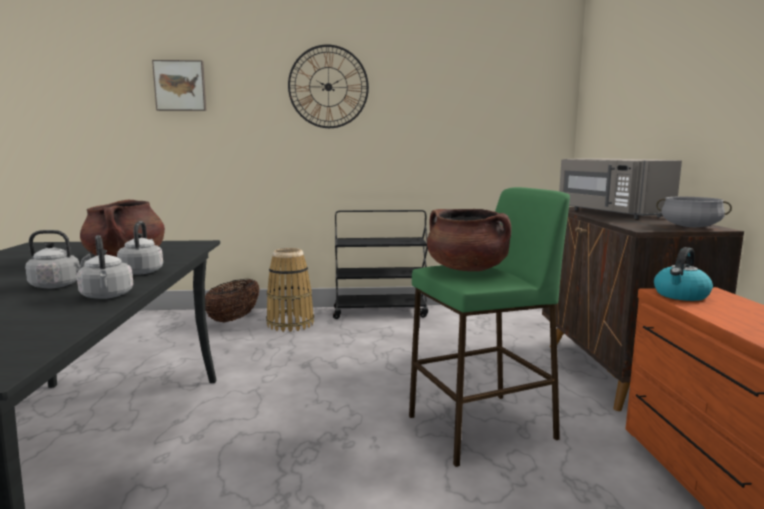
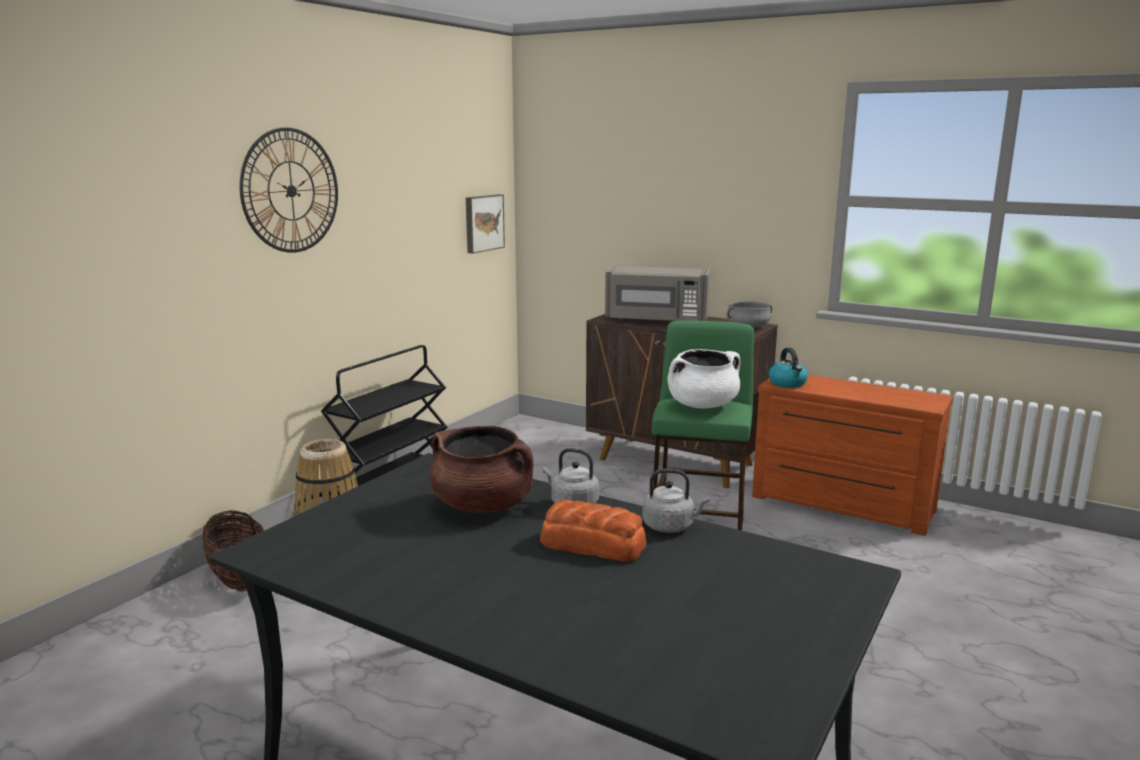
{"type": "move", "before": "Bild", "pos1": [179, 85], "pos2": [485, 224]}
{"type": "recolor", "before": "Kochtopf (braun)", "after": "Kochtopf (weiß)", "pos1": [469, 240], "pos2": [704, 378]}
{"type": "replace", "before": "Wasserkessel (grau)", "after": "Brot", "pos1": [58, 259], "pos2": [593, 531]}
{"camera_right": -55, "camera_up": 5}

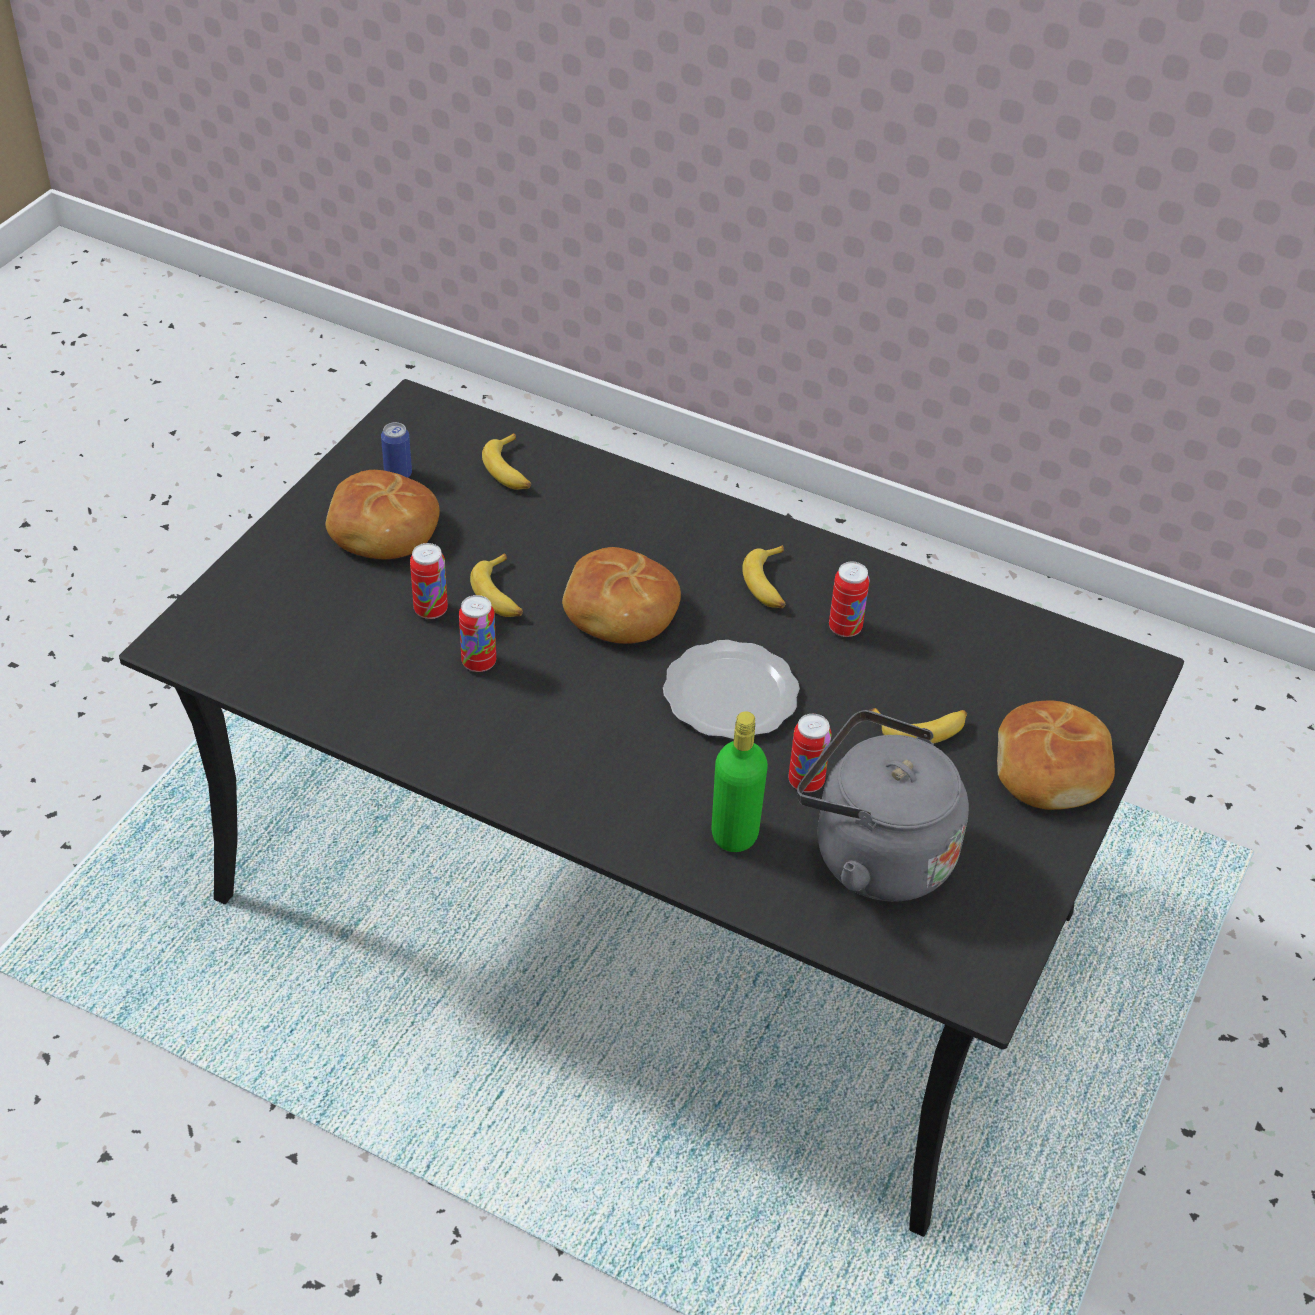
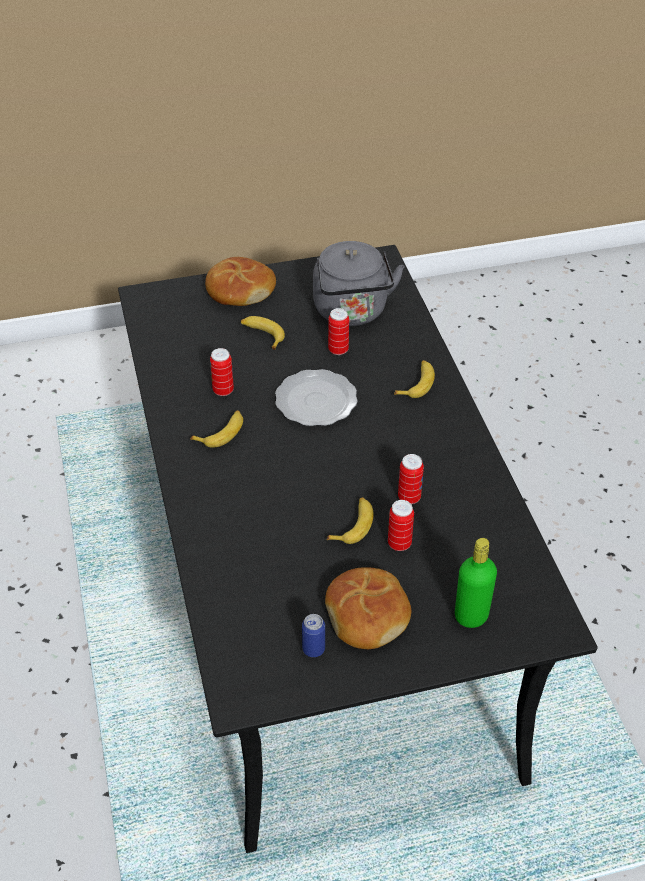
{"type": "move", "before": "Banane", "pos1": [506, 461], "pos2": [414, 379]}
{"type": "delete", "before": "Brot", "pos1": [621, 595]}
{"type": "move", "before": "Flasche (grün)", "pos1": [739, 781], "pos2": [476, 583]}
{"camera_right": -130, "camera_up": 0}

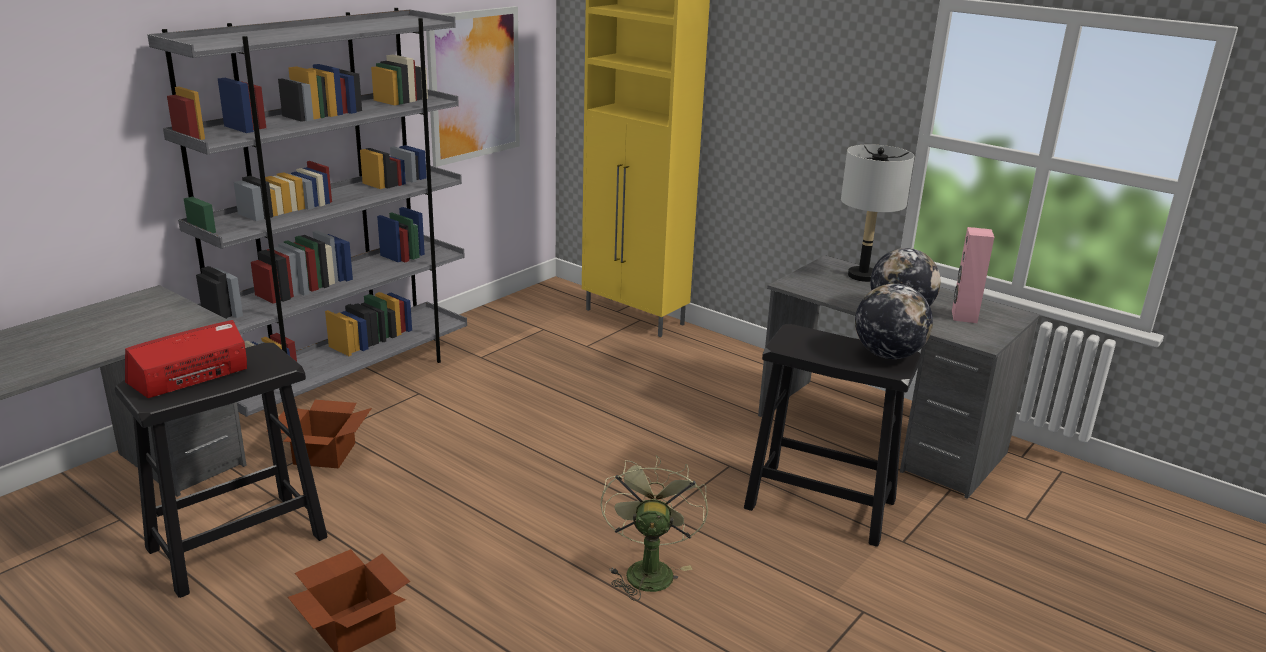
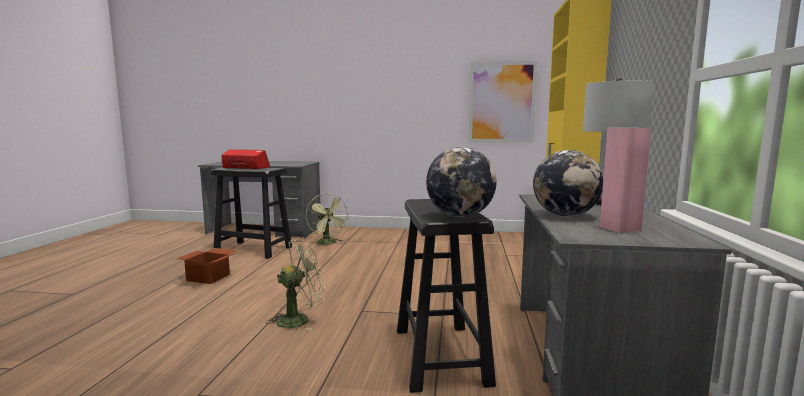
{"type": "delete", "before": "Bücherregal (grau)", "pos1": [307, 212]}
{"type": "replace", "before": "Karton", "after": "Ventilator (grün)", "pos1": [319, 434], "pos2": [327, 219]}
{"camera_right": 60, "camera_up": -15}

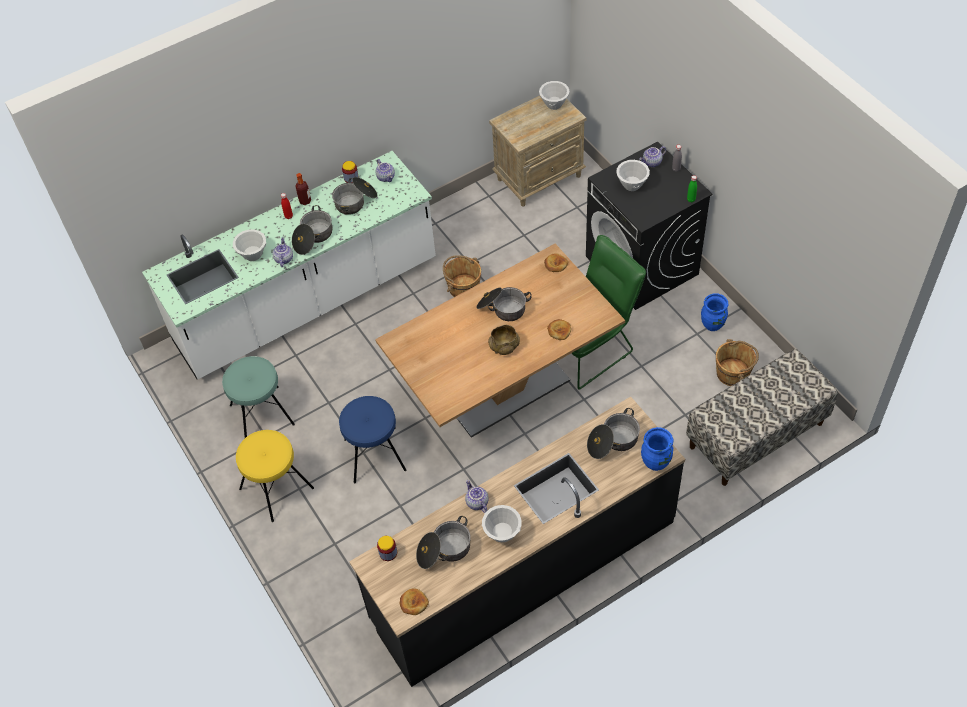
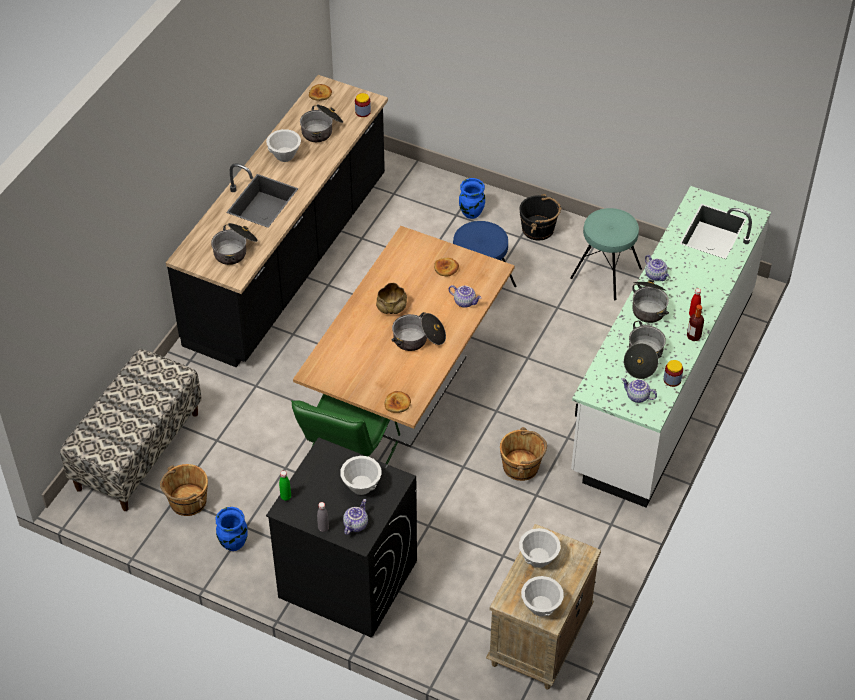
{"type": "move", "before": "Schüssel (weiß)", "pos1": [249, 245], "pos2": [539, 548]}
{"type": "move", "before": "Brot", "pos1": [559, 329], "pos2": [446, 267]}
{"type": "move", "before": "Vase (blau)", "pos1": [657, 449], "pos2": [472, 198]}
{"type": "replace", "before": "Hocker (gelb)", "after": "Eimer (schwarz)", "pos1": [275, 476], "pos2": [540, 217]}
{"type": "move", "before": "Teekanne", "pos1": [477, 496], "pos2": [465, 296]}
{"camera_right": 145, "camera_up": -5}

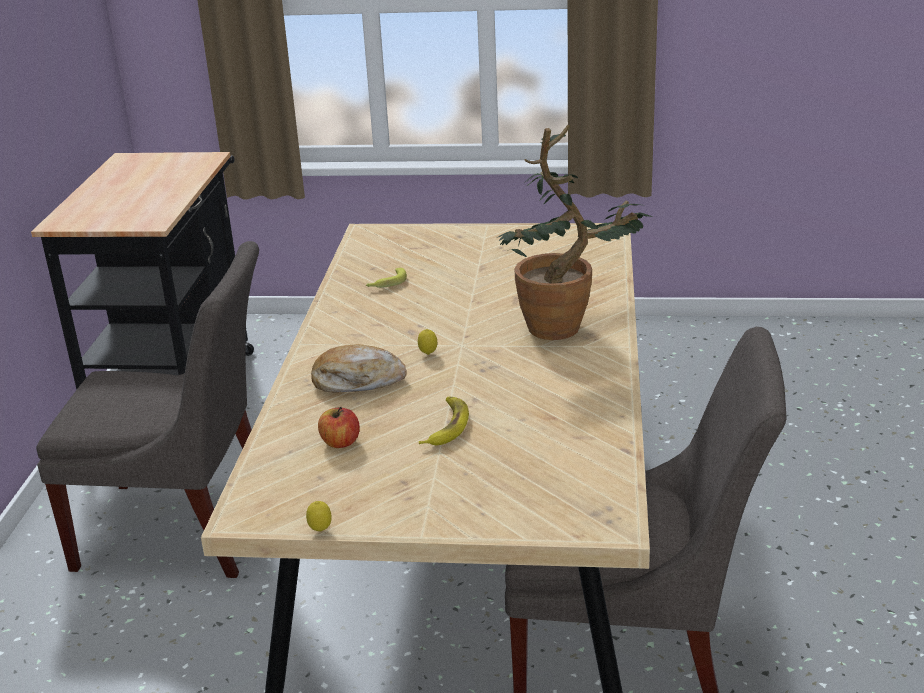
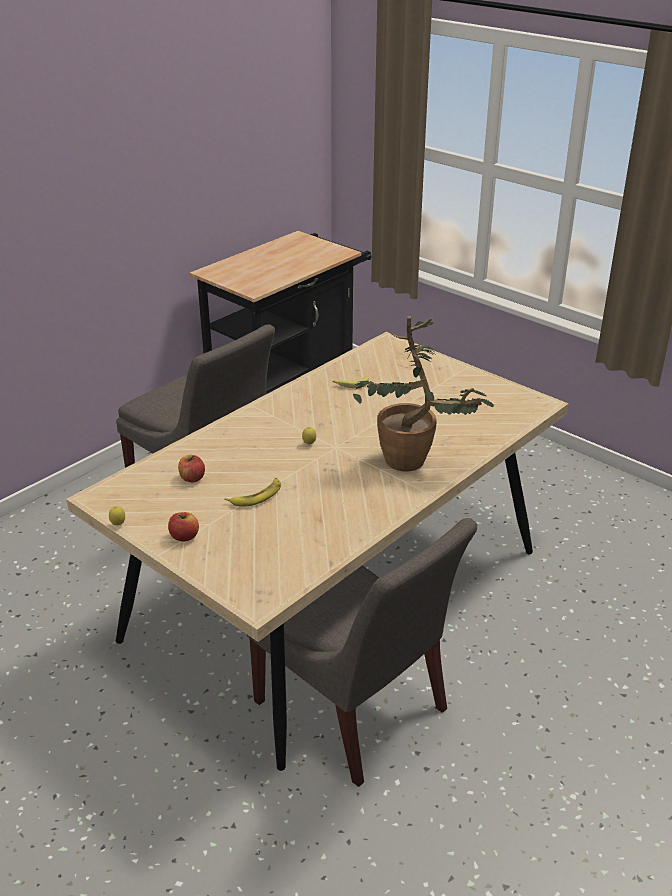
{"type": "delete", "before": "Brot", "pos1": [359, 368]}
{"type": "insert", "after": "Apfel", "pos2": [183, 526]}
{"camera_right": 35, "camera_up": 5}

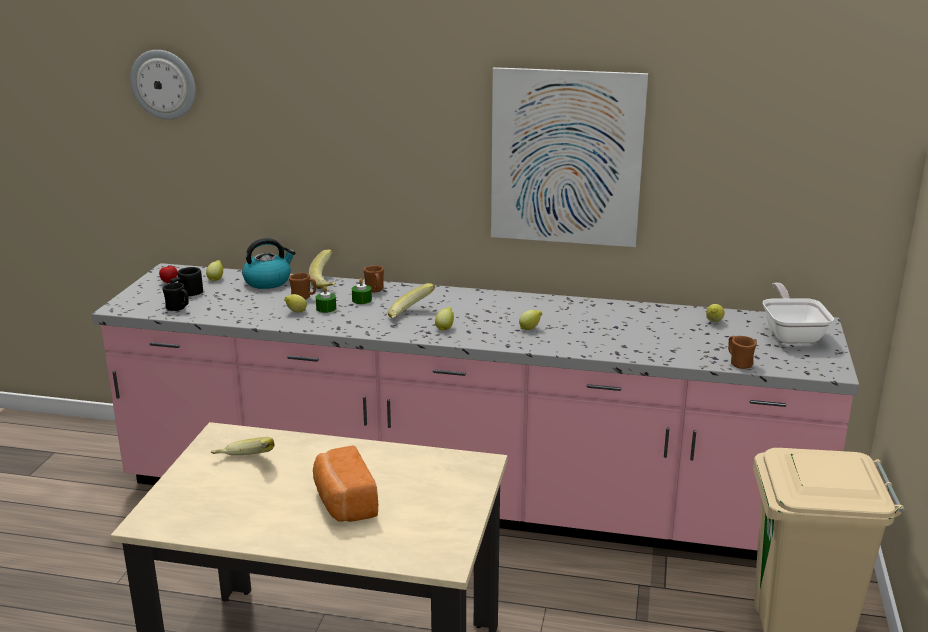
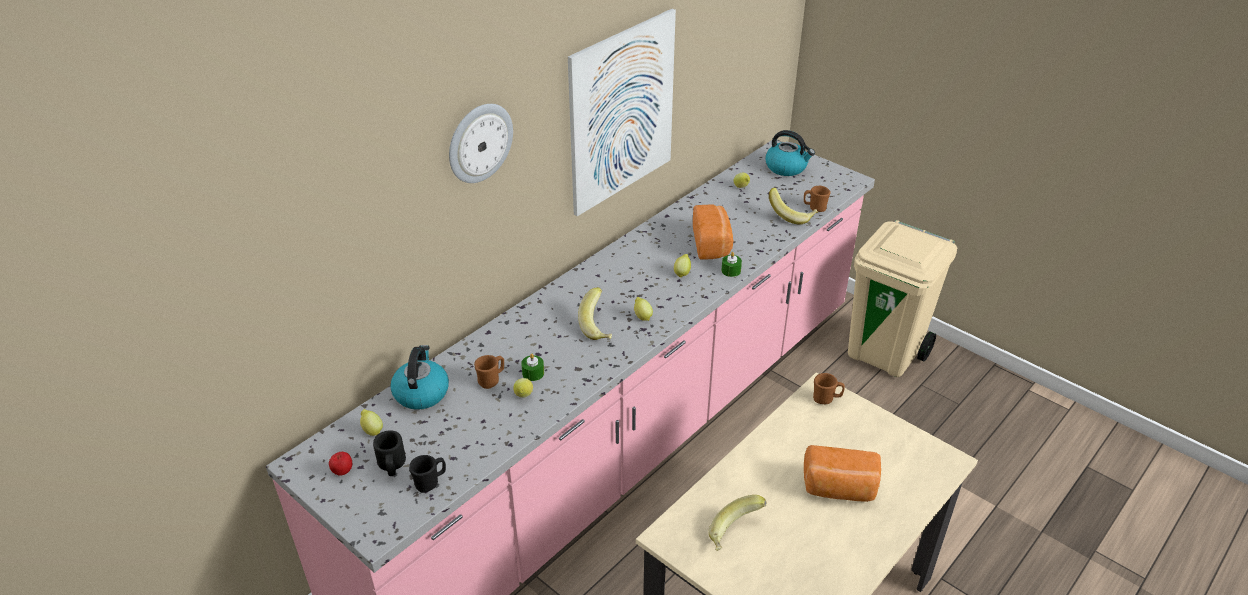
{"type": "move", "before": "Wanduhr", "pos1": [163, 85], "pos2": [481, 143]}
{"type": "move", "before": "Banane", "pos1": [322, 269], "pos2": [793, 206]}
{"type": "move", "before": "Henkelbecher (braun)", "pos1": [373, 279], "pos2": [829, 388]}
{"type": "move", "before": "Kerze (grün)", "pos1": [362, 291], "pos2": [731, 264]}
{"type": "replace", "before": "Pfanne", "after": "Wasserkessel", "pos1": [798, 313], "pos2": [790, 153]}
{"type": "insert", "after": "Brot", "pos2": [713, 232]}
{"camera_right": -60, "camera_up": 15}

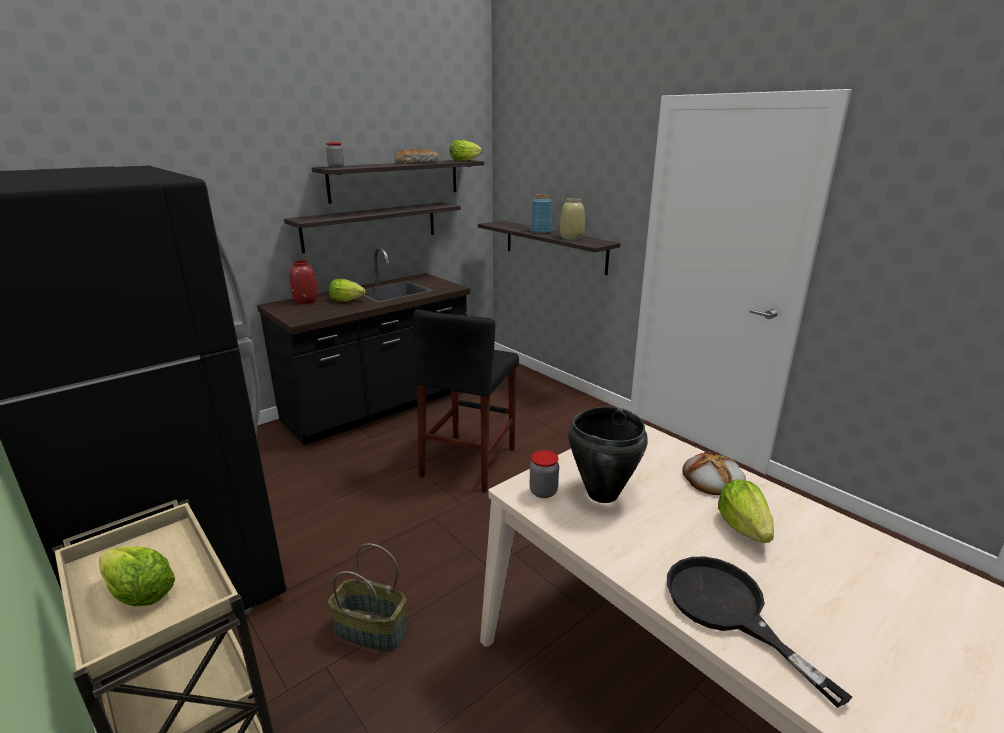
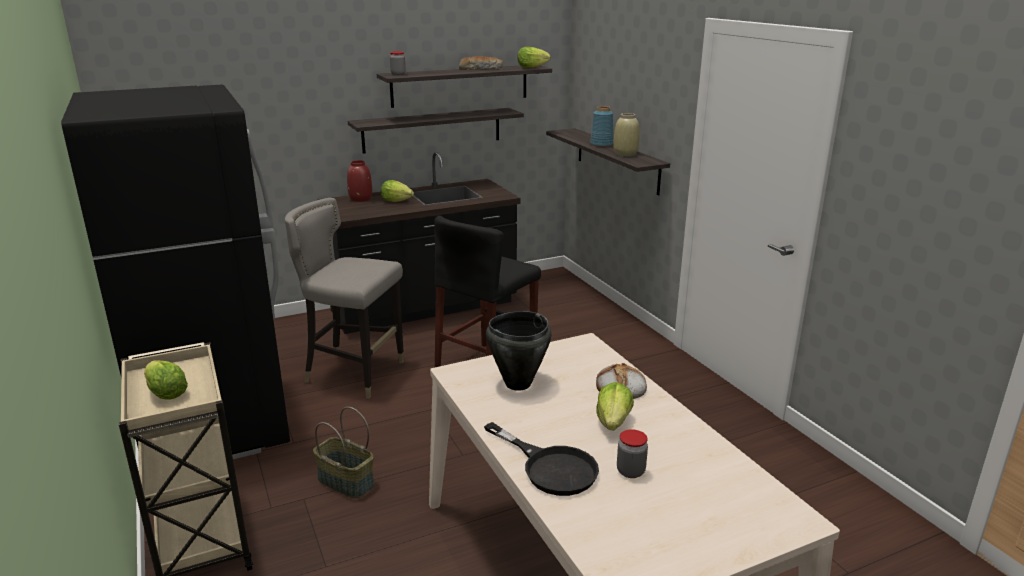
{"type": "move", "before": "Vorratsglas", "pos1": [544, 474], "pos2": [632, 453]}
{"type": "rotate", "before": "Pfanne (schwarz)", "pos1": [759, 632], "pos2": [541, 459], "turn": 150}
{"type": "insert", "after": "Hocker (grau)", "pos2": [344, 298]}
{"camera_right": 15, "camera_up": 0}

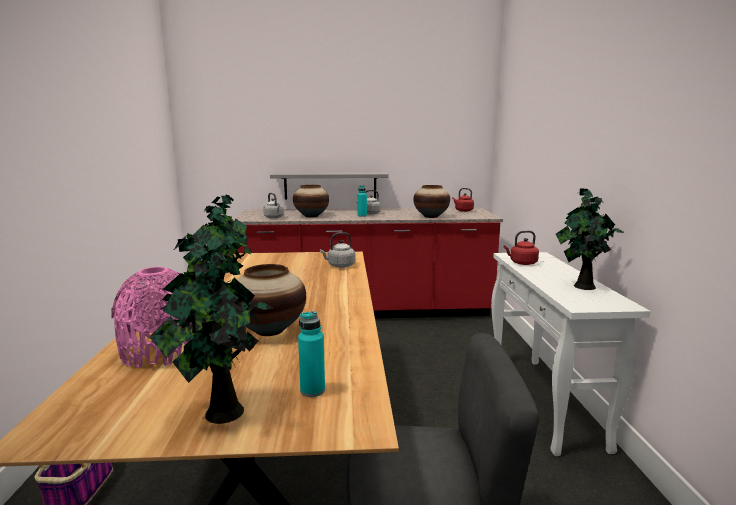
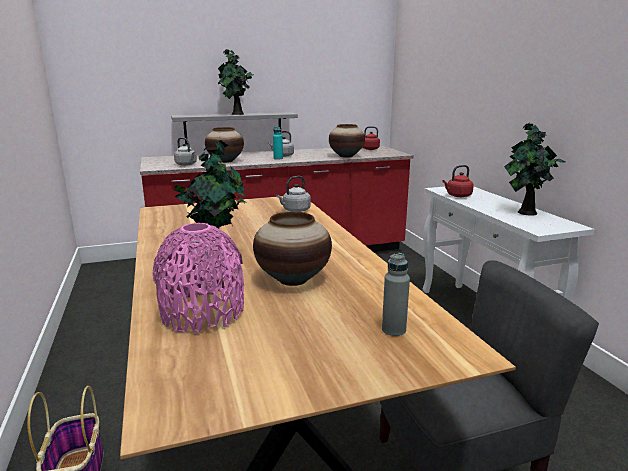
{"type": "move", "before": "Topfpflanze", "pos1": [212, 329], "pos2": [235, 82]}
{"type": "recolor", "before": "Flasche (türkis)", "after": "Flasche (grau)", "pos1": [311, 354], "pos2": [396, 294]}
{"camera_right": -15, "camera_up": 5}

